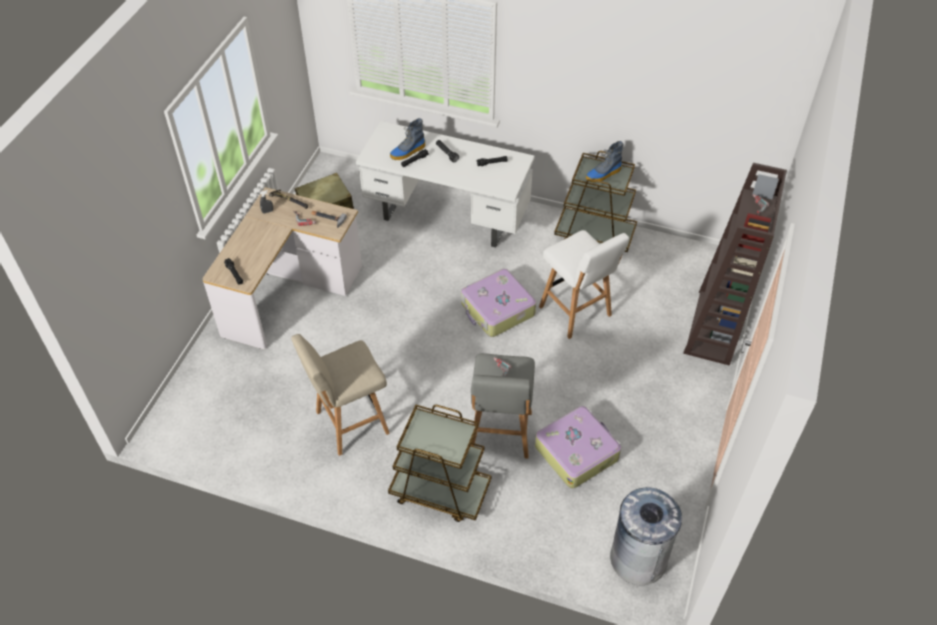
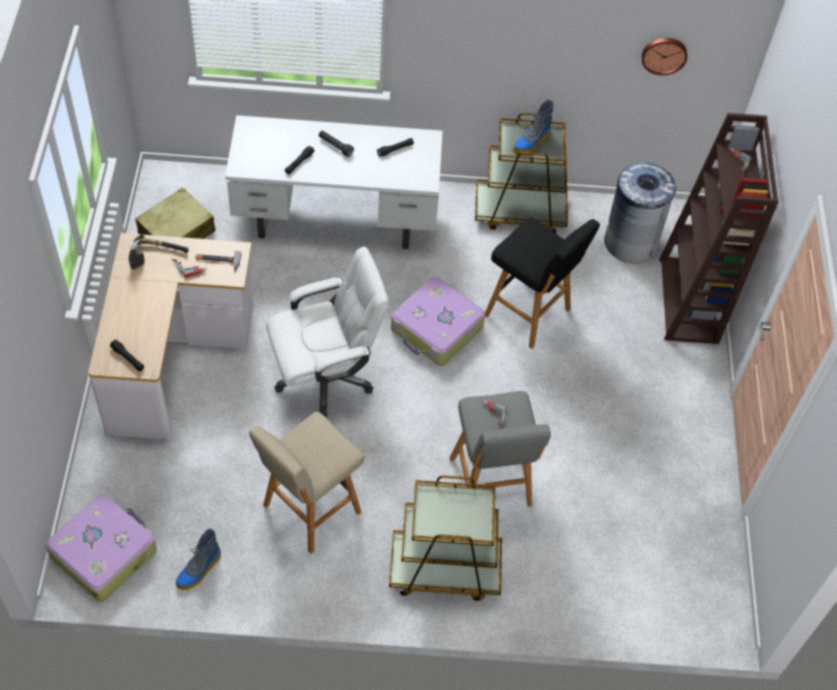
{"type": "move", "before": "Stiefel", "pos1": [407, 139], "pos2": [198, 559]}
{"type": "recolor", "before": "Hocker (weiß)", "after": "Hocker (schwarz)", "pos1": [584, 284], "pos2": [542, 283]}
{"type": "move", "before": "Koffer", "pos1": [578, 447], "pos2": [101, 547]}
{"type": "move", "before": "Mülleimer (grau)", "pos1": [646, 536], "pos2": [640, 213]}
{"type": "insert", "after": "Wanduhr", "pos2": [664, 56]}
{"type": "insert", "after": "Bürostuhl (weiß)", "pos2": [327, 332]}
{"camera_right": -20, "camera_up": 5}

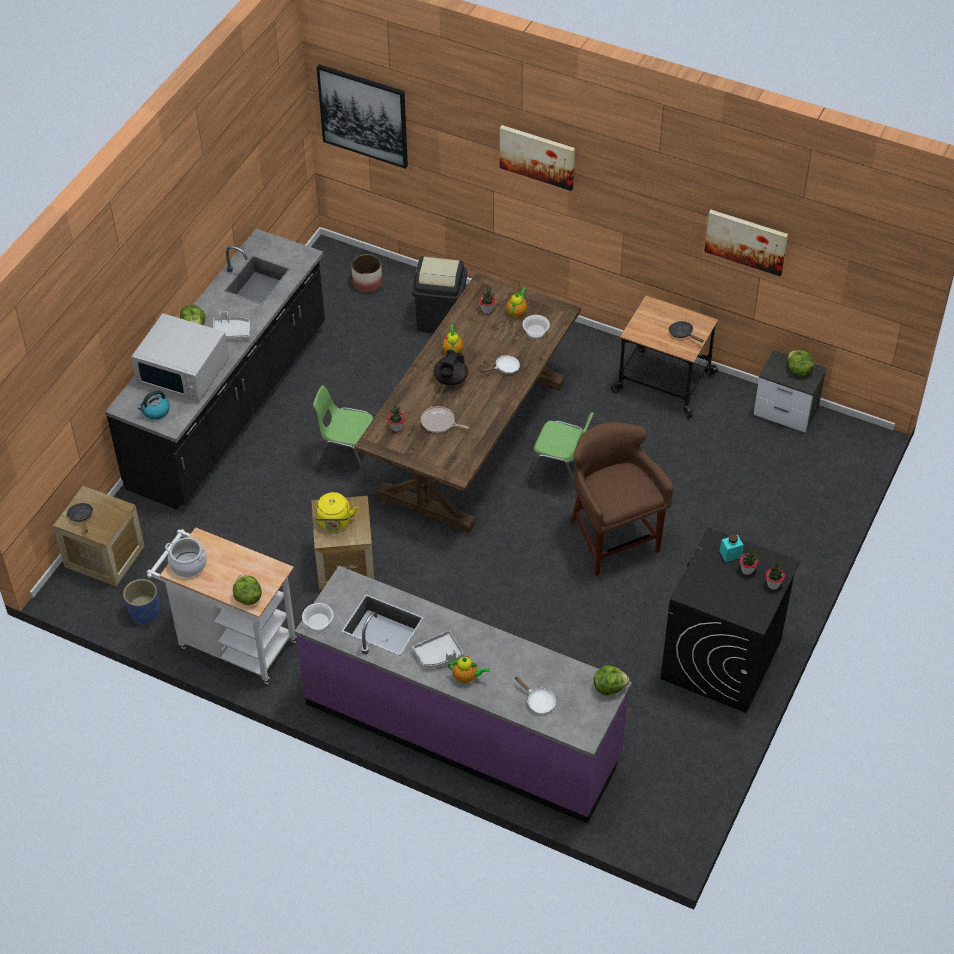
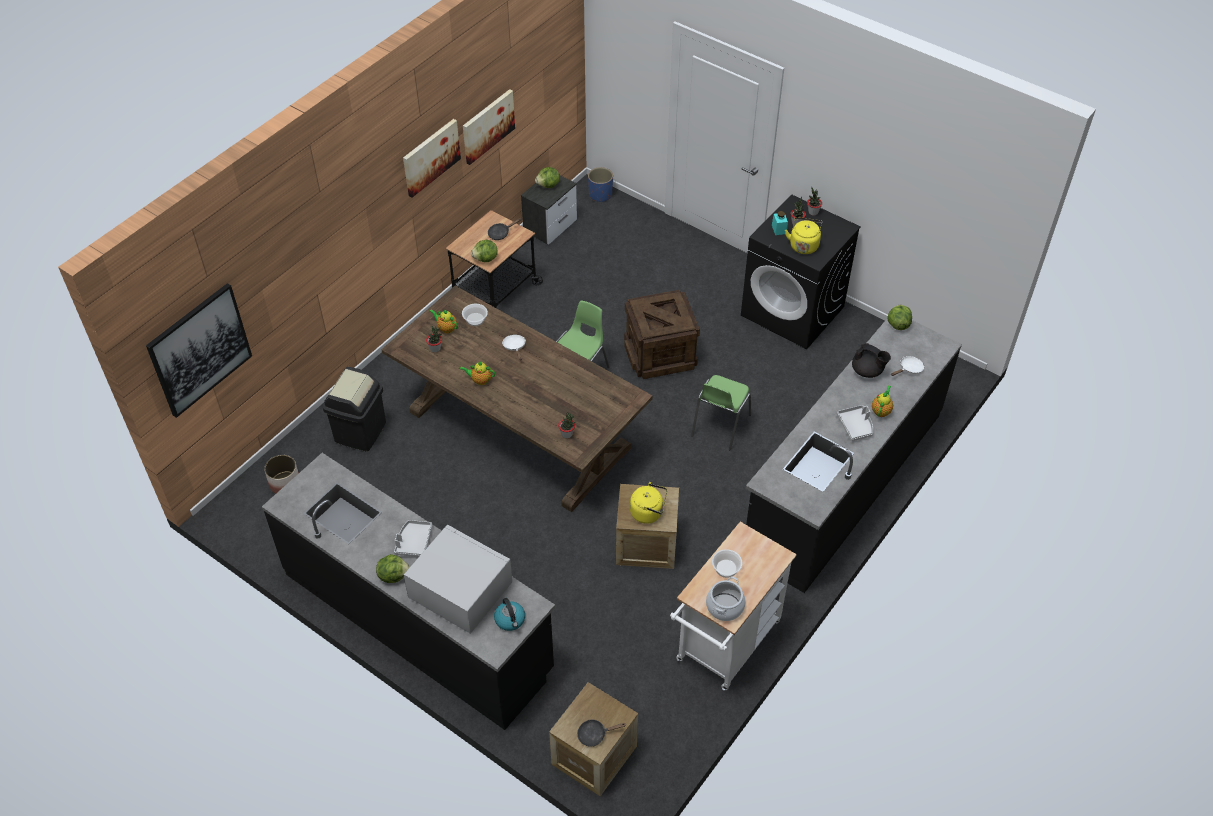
{"type": "move", "before": "Bild", "pos1": [537, 158], "pos2": [432, 158]}
{"type": "rotate", "before": "Mikrowelle (weiß)", "pos1": [180, 357], "pos2": [458, 579], "turn": -90}
{"type": "move", "before": "Teekanne (schwarz)", "pos1": [451, 367], "pos2": [871, 360]}
{"type": "move", "before": "Stuhl (grün)", "pos1": [343, 434], "pos2": [721, 412]}
{"type": "delete", "before": "Pfanne", "pos1": [445, 419]}
{"type": "replace", "before": "Hocker (braun)", "after": "Kiste", "pos1": [622, 499], "pos2": [662, 334]}
{"type": "recolor", "before": "Küchenzeile (lila)", "after": "Küchenzeile (schwarz)", "pos1": [463, 695], "pos2": [854, 455]}
{"type": "move", "before": "Salatkopf", "pos1": [247, 590], "pos2": [484, 251]}
{"type": "move", "before": "Pflanzkübel (blau)", "pos1": [141, 601], "pos2": [600, 184]}
{"type": "move", "before": "Schüssel", "pos1": [318, 617], "pos2": [727, 563]}
{"type": "insert", "after": "Wasserkessel (gelb)", "pos2": [804, 235]}
{"camera_right": -80, "camera_up": 0}

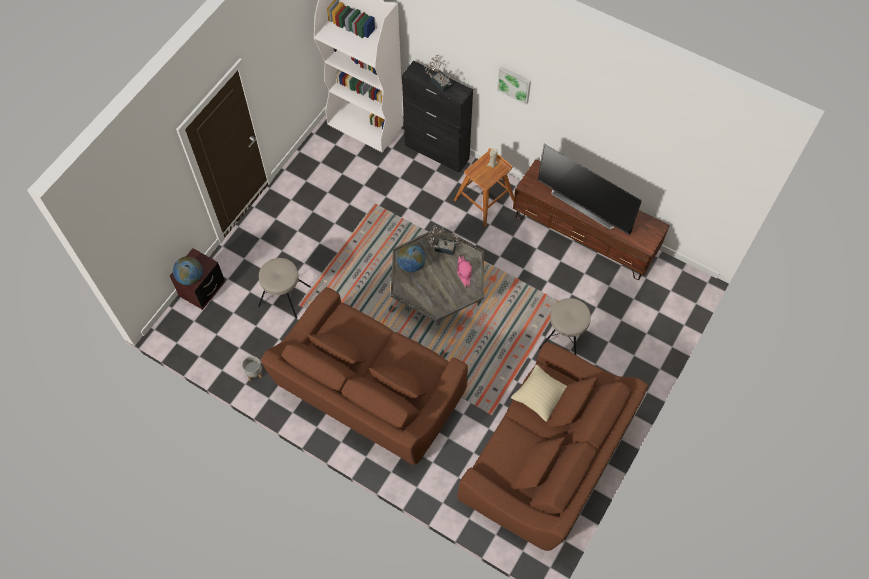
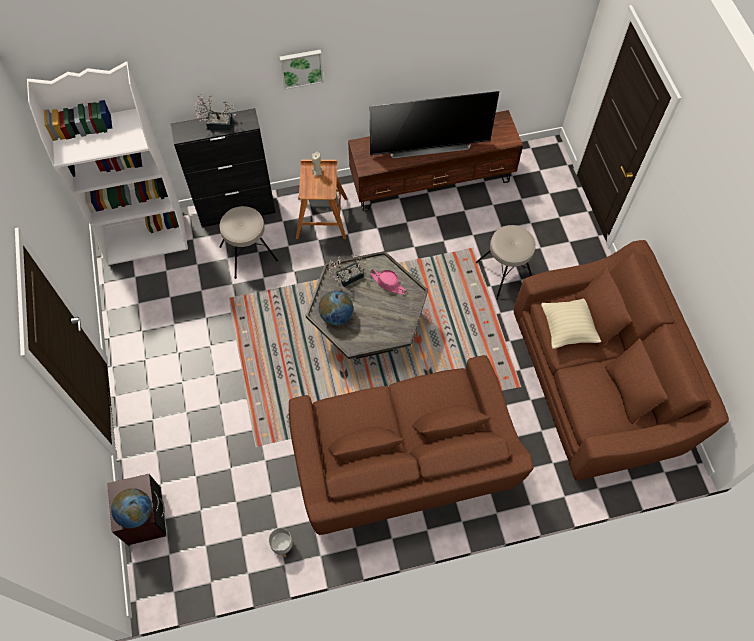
{"type": "move", "before": "Hocker (beige)", "pos1": [284, 288], "pos2": [249, 242]}
{"camera_right": -45, "camera_up": 0}

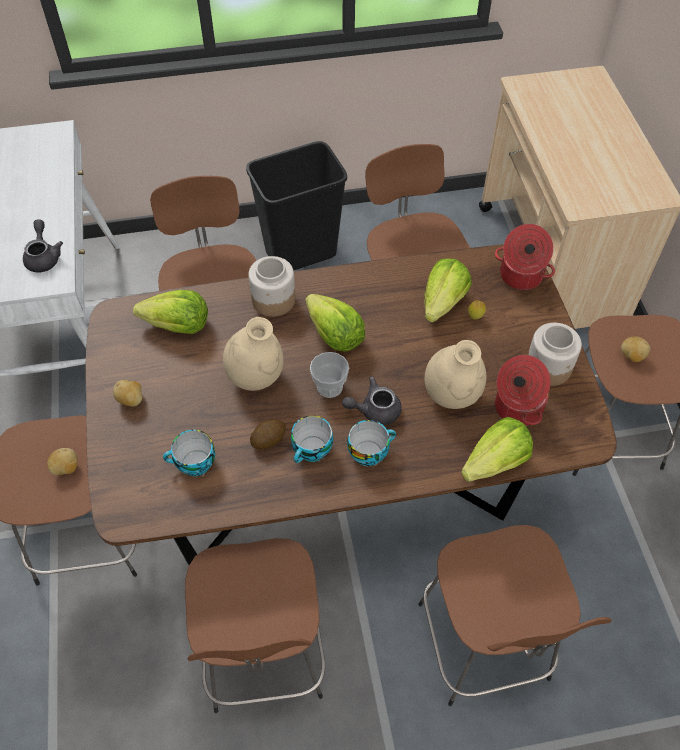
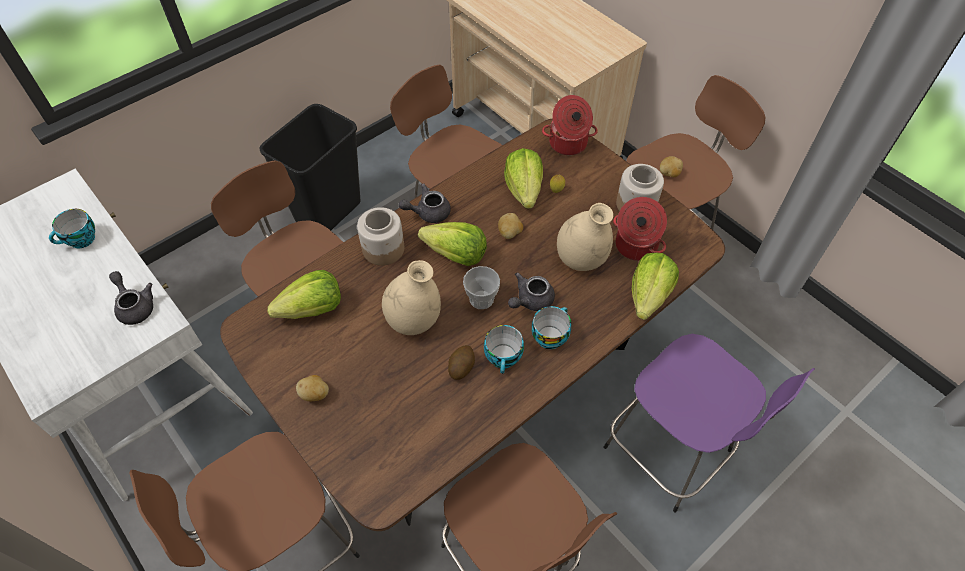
{"type": "move", "before": "Tasse", "pos1": [189, 453], "pos2": [72, 228]}
{"type": "move", "before": "Kartoffel", "pos1": [62, 461], "pos2": [510, 226]}
{"type": "recolor", "before": "Hocker (braun)", "after": "Hocker (lila)", "pos1": [515, 615], "pos2": [709, 423]}
{"type": "insert", "after": "Teekanne (grau)", "pos2": [425, 203]}
{"camera_right": -30, "camera_up": 0}

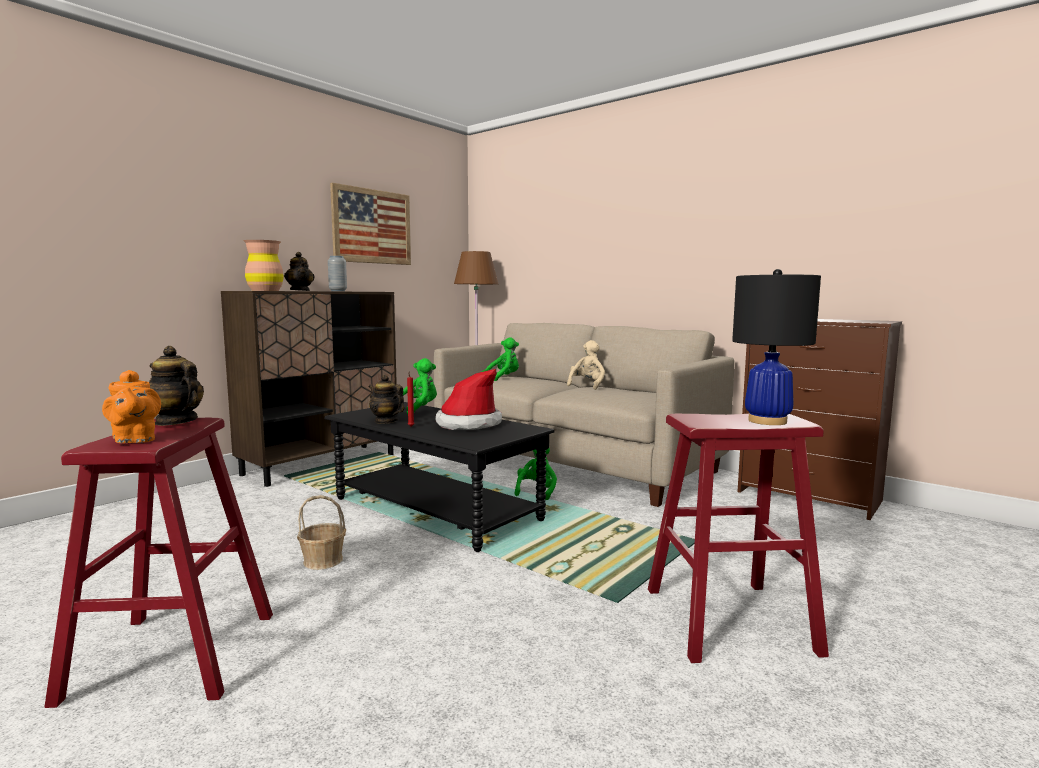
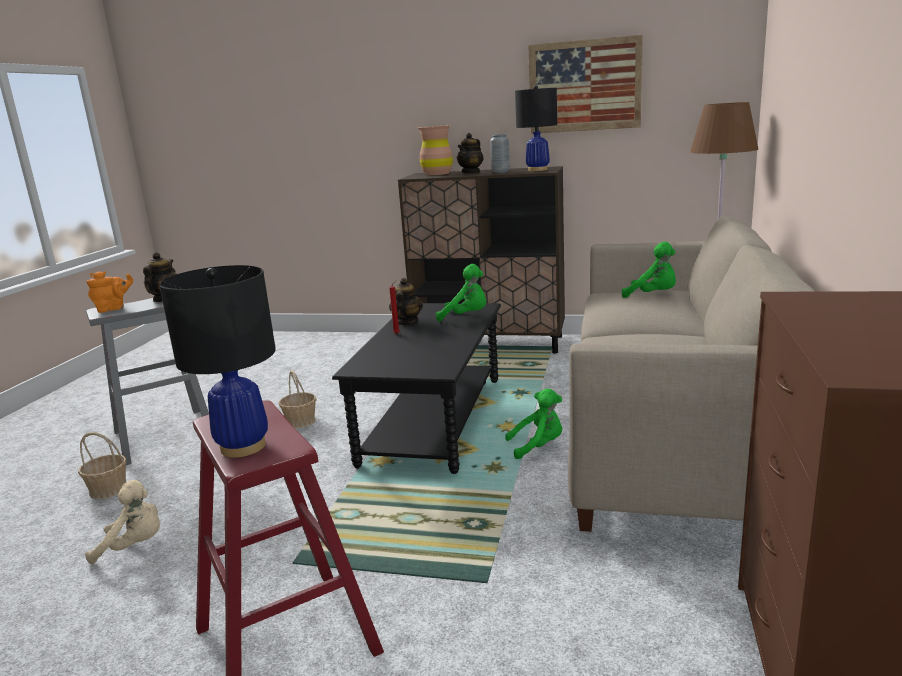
{"type": "move", "before": "Plüschtier (beige)", "pos1": [586, 365], "pos2": [122, 522]}
{"type": "delete", "before": "Hut", "pos1": [468, 399]}
{"type": "rotate", "before": "Teekanne (orange)", "pos1": [131, 406], "pos2": [110, 292], "turn": -150}
{"type": "recolor", "before": "Hocker (rot)", "after": "Hocker (grau)", "pos1": [159, 563], "pos2": [147, 381]}
{"type": "insert", "after": "Tischlampe (schwarz)", "pos2": [536, 128]}
{"type": "insert", "after": "Korb", "pos2": [102, 465]}
{"camera_right": 65, "camera_up": 10}

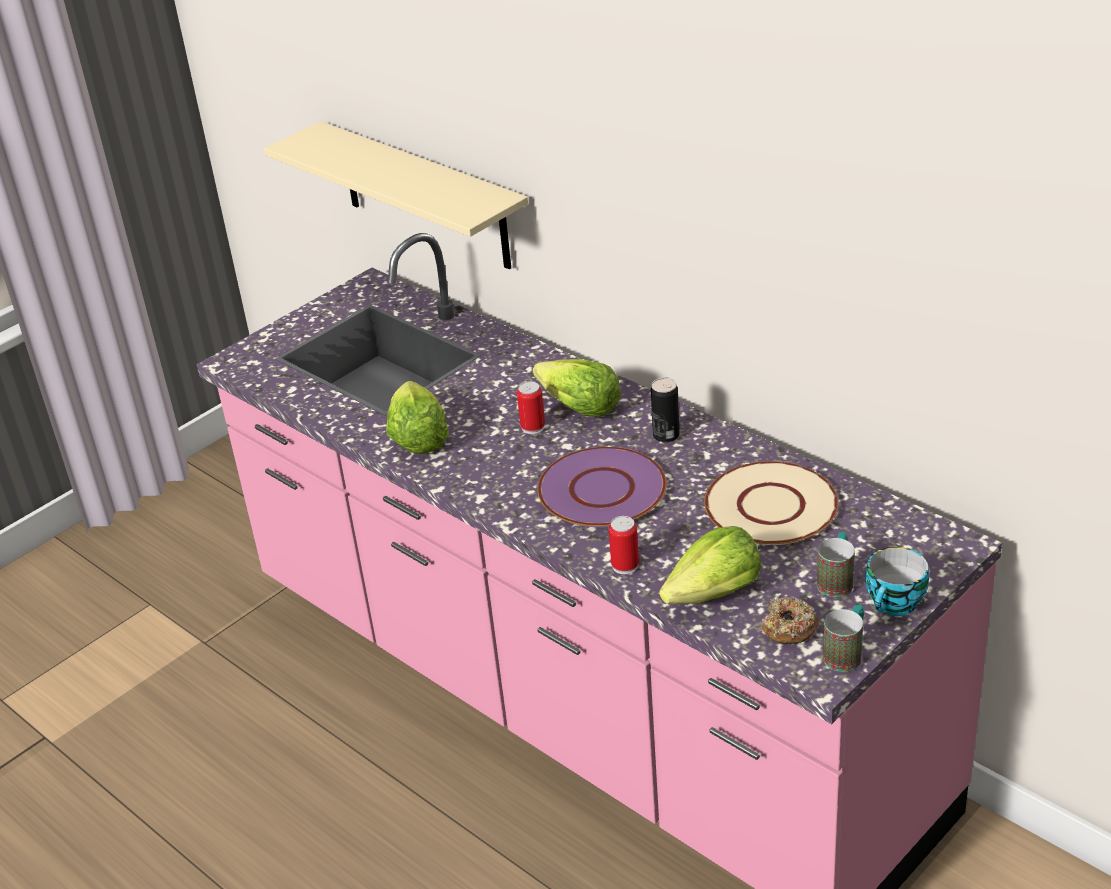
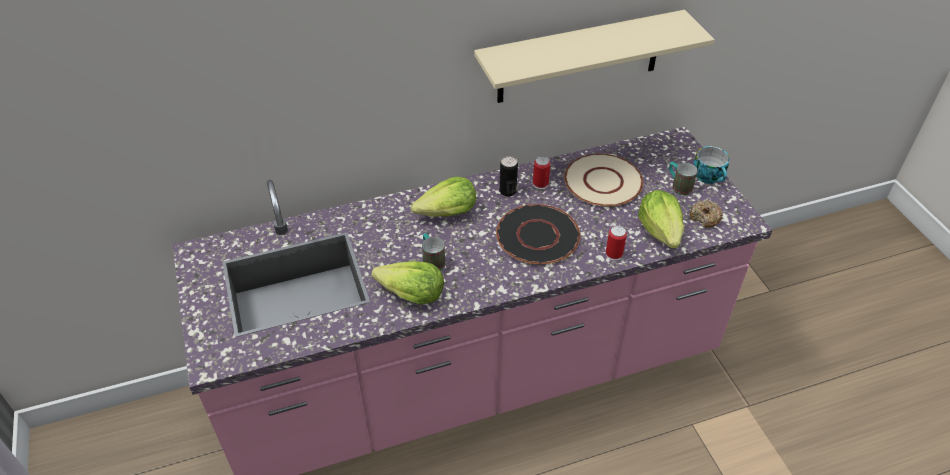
{"type": "move", "before": "Wandregal (beige)", "pos1": [396, 195], "pos2": [594, 56]}
{"type": "move", "before": "Dose", "pos1": [531, 407], "pos2": [542, 172]}
{"type": "recolor", "before": "Teller (lila)", "after": "Teller (schwarz)", "pos1": [602, 487], "pos2": [538, 234]}
{"type": "move", "before": "Henkelbecher", "pos1": [843, 638], "pos2": [433, 252]}
{"camera_right": -65, "camera_up": 10}

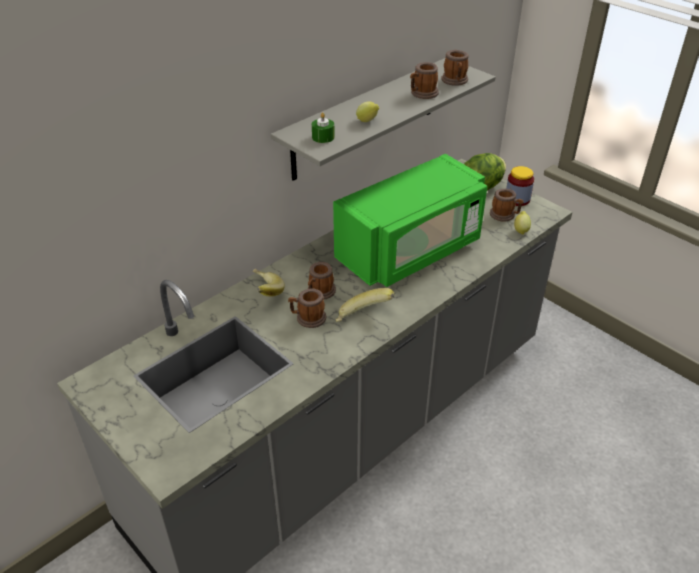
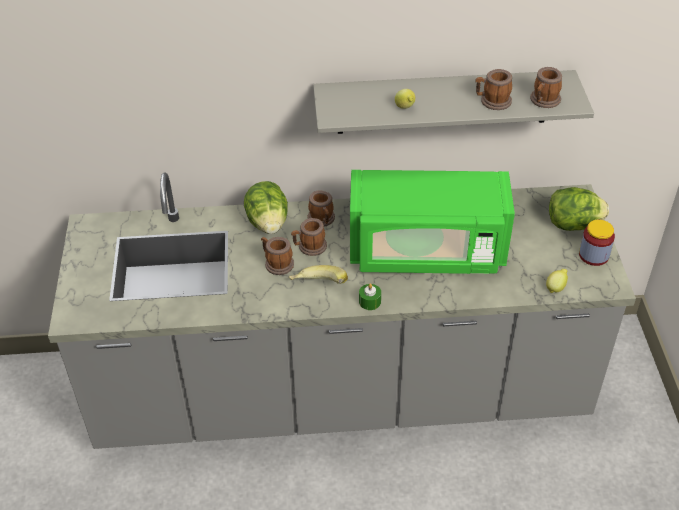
{"type": "move", "before": "Kerze (grün)", "pos1": [323, 127], "pos2": [370, 296]}
{"type": "move", "before": "Henkelbecher", "pos1": [506, 205], "pos2": [321, 208]}
{"type": "replace", "before": "Banane", "after": "Salatkopf", "pos1": [269, 283], "pos2": [266, 207]}
{"camera_right": 40, "camera_up": 5}

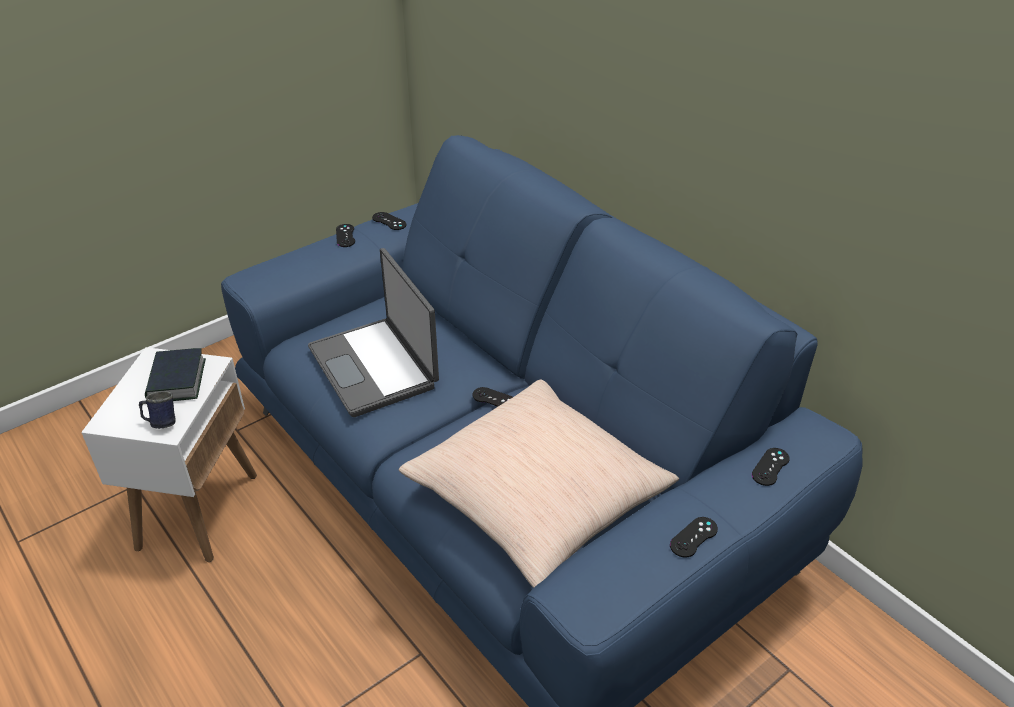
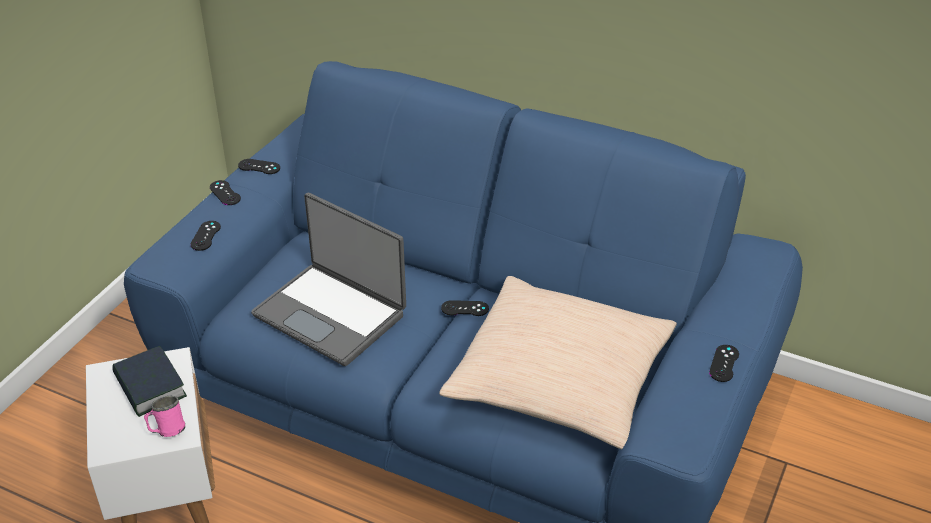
{"type": "recolor", "before": "Henkelbecher (blau)", "after": "Henkelbecher (rosa)", "pos1": [157, 410], "pos2": [164, 416]}
{"type": "move", "before": "Gamepad (schwarz)", "pos1": [771, 467], "pos2": [205, 236]}
{"camera_right": -25, "camera_up": 0}

